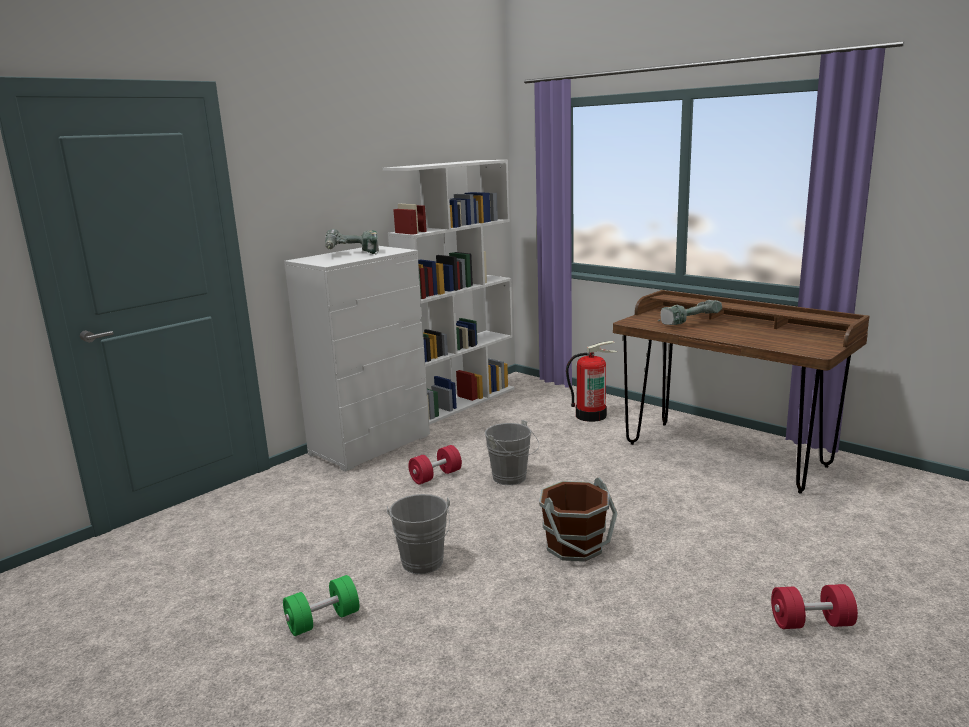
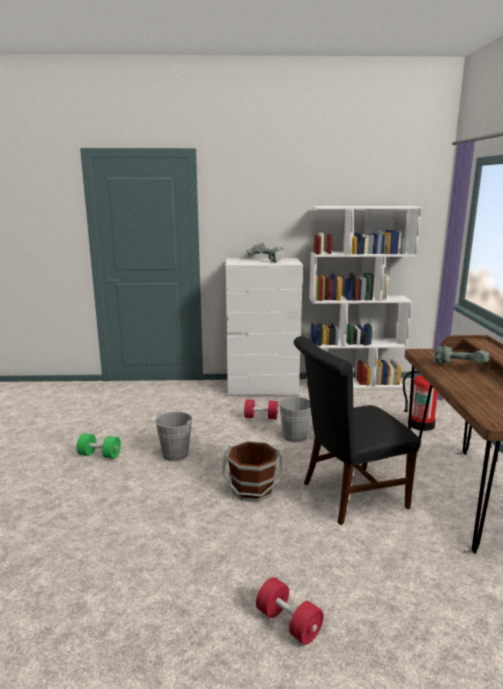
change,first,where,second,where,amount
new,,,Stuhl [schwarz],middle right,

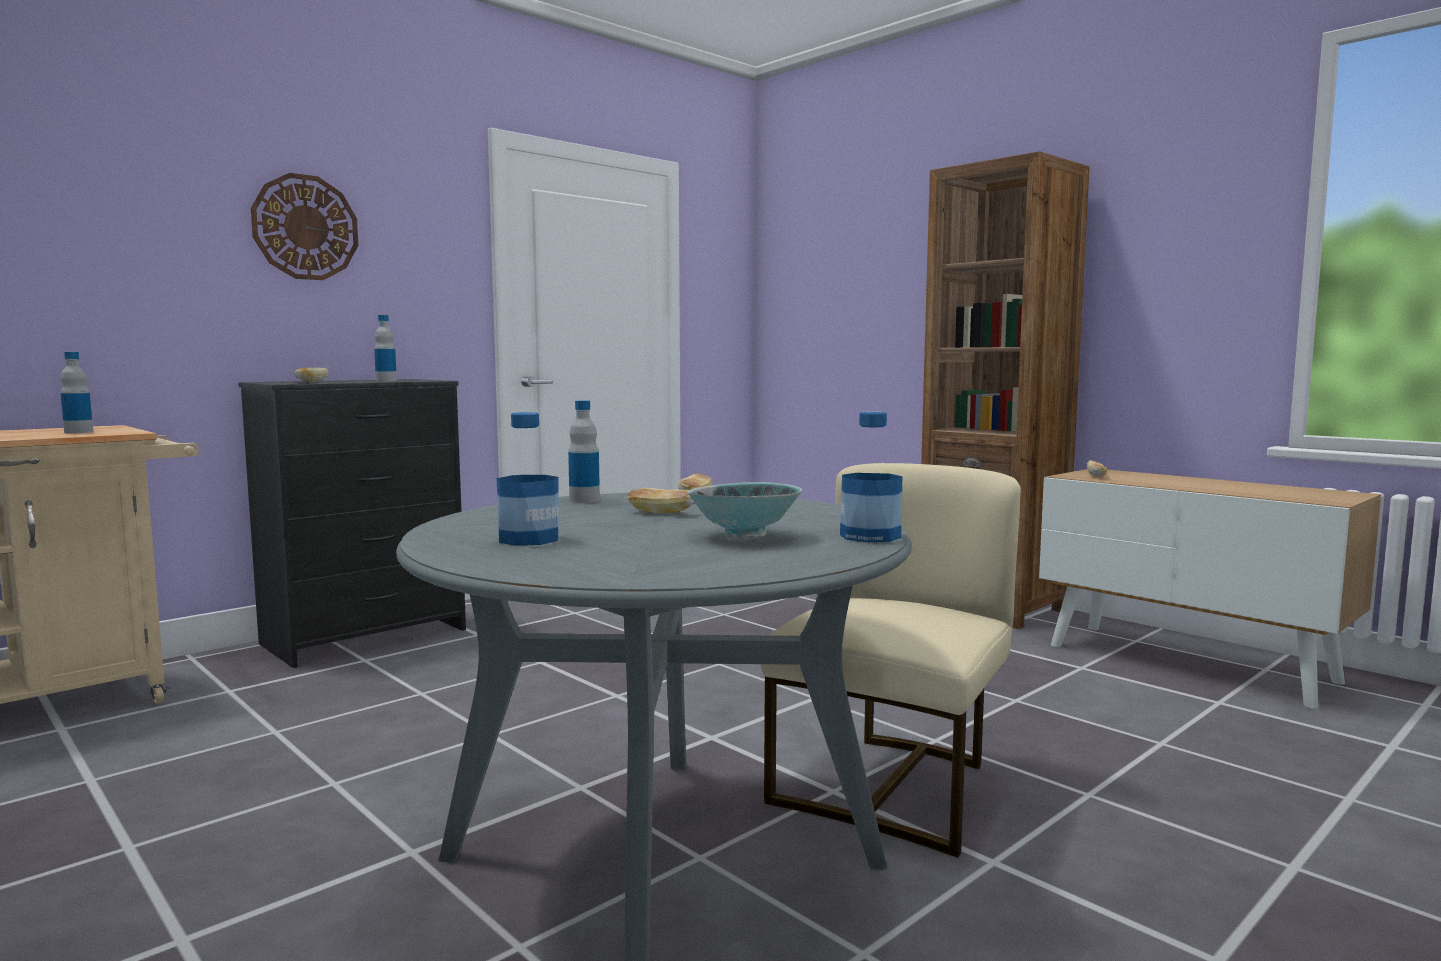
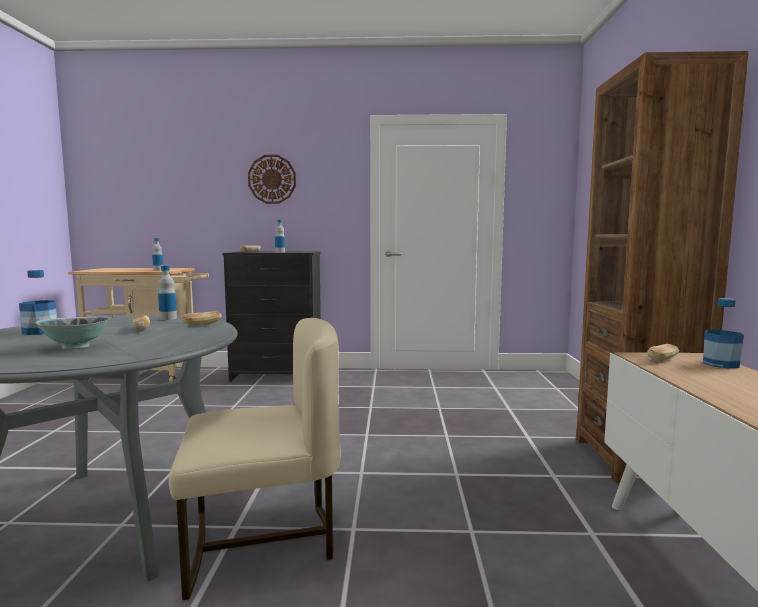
change,first,where,second,where,amount
shifted,Flasche (no. 5 from left),centre,,middle right,

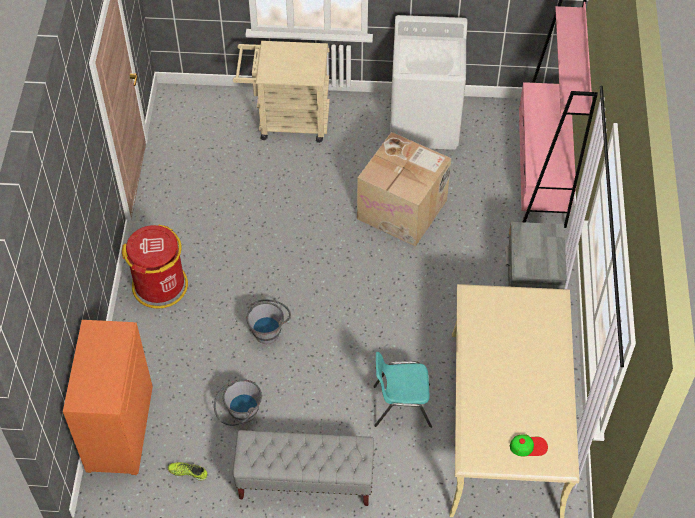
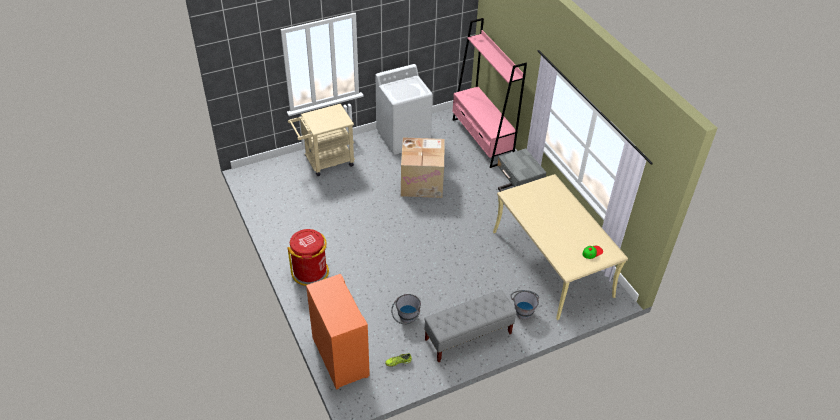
change,first,where,second,where,amount
shifted,Eimer [grau] (no. 2 from left),centre,,bottom centre,
gone,Stuhl [türkis],bottom centre,,,

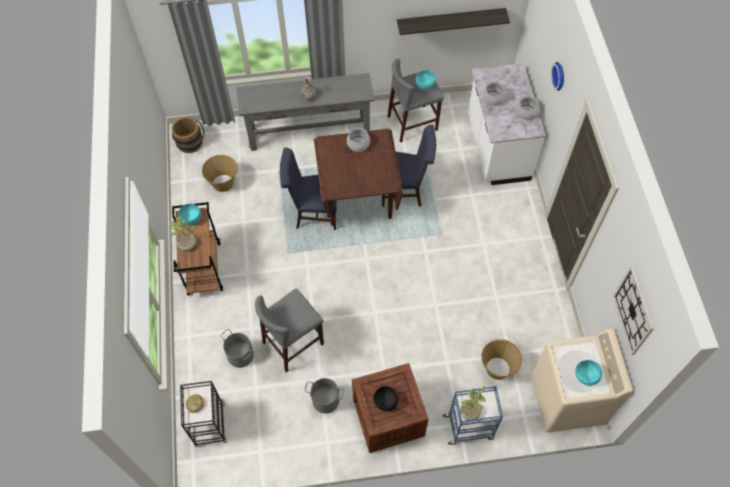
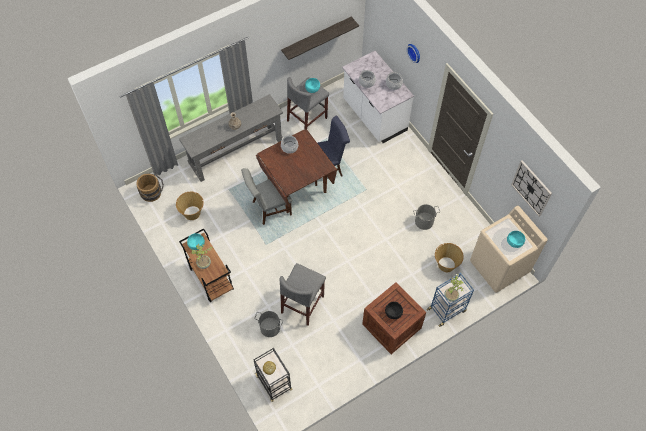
change,first,where,second,where,amount
repainted,Stuhl [blau] (no. 1 from left),centre,Stuhl [grau],centre,
shifted,Eimer [grau] (no. 2 from left),bottom centre,,centre,

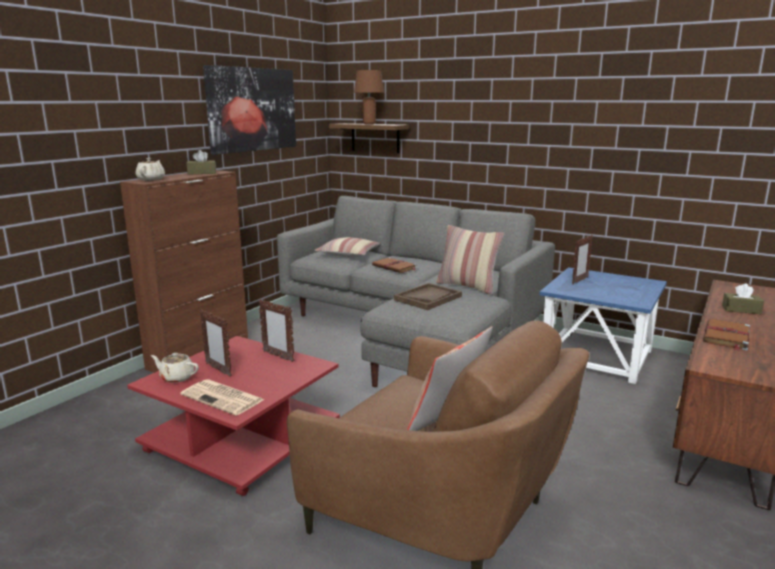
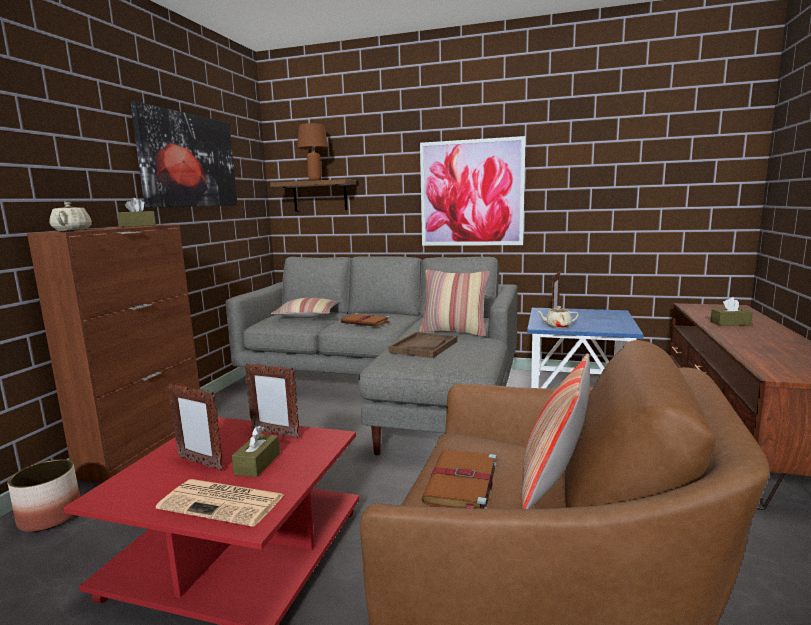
change,first,where,second,where,amount
shifted,Teekanne [beige] (no. 2 from left),middle left,,middle right,
shifted,Buch [braun] (no. 2 from left),middle right,,bottom centre,
new,,,Pflanzkübel,bottom left,
new,,,Taschentuchbox [braun] (no. 2 from left),bottom left,
new,,,Bild (no. 2 from left),top centre,

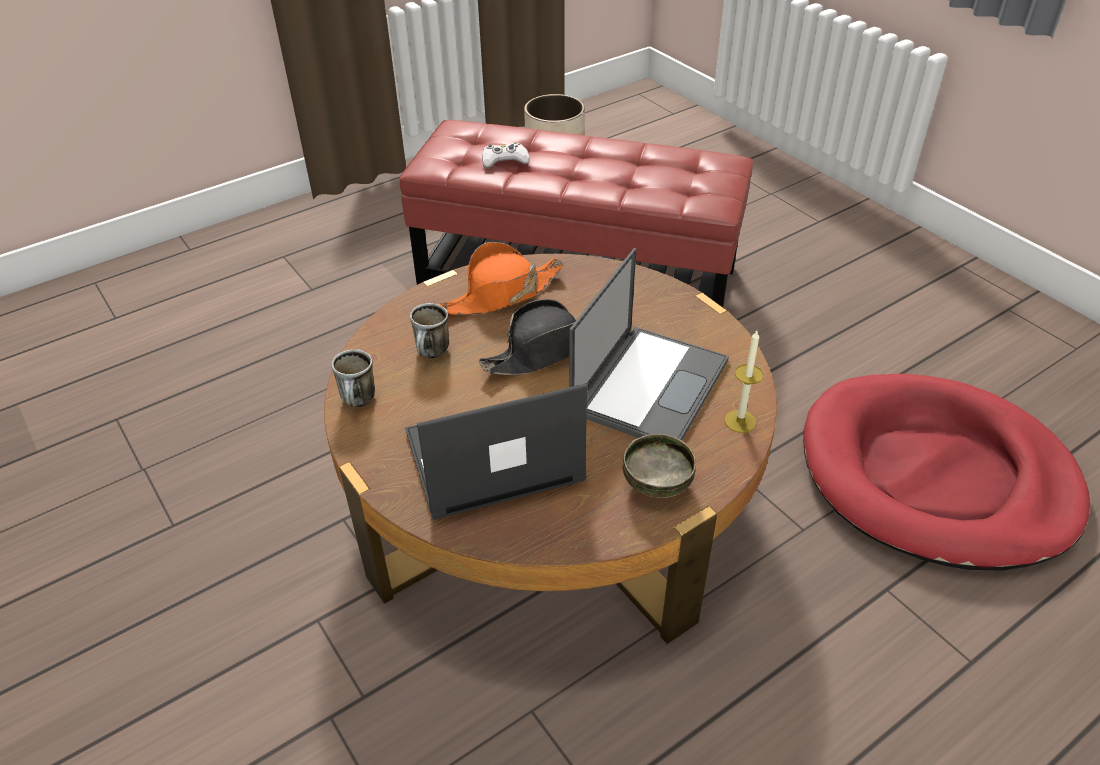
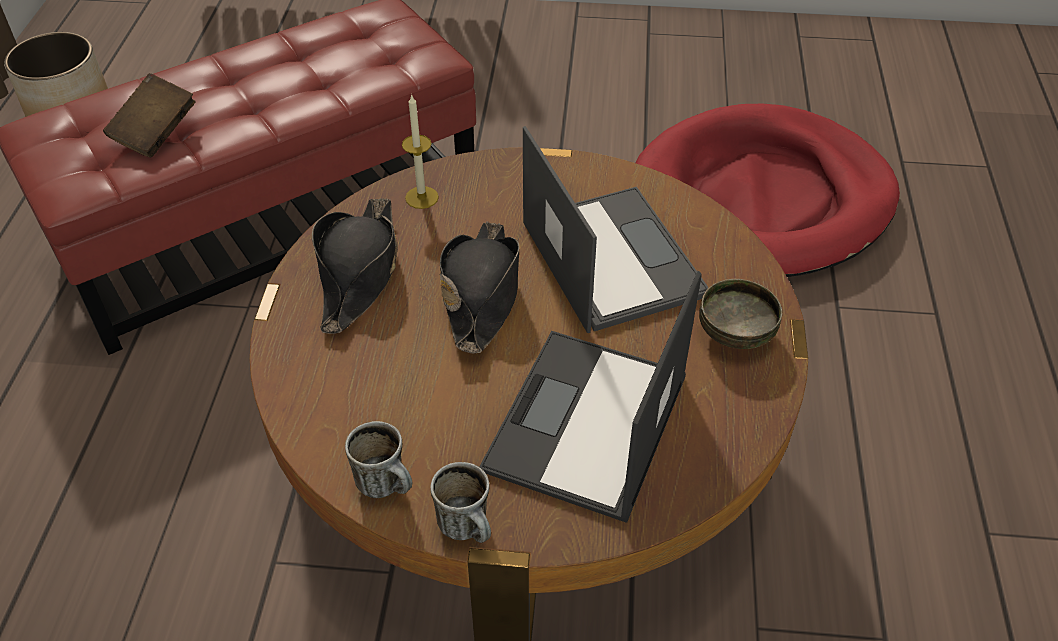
change,first,where,second,where,amount
shifted,Henkelbecher (no. 2 from left),centre,,bottom centre,
repainted,Hut [orange],centre,Hut [schwarz] (no. 1 from left),centre,
swapped,Gamepad [weiß],top centre,Buch [braun],top left,
shifted,Kerze,middle right,,top centre,

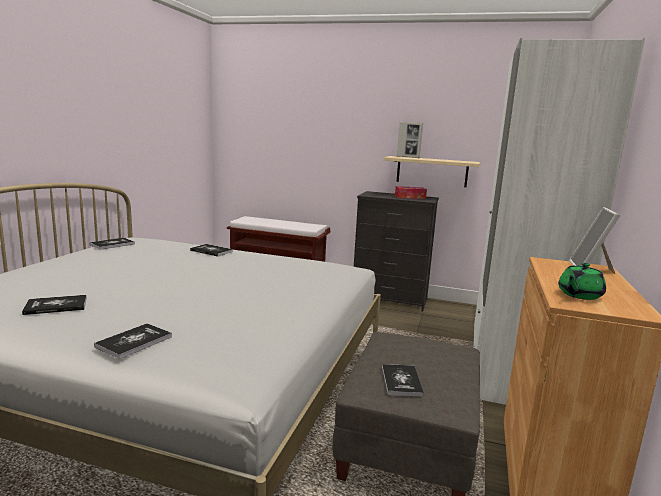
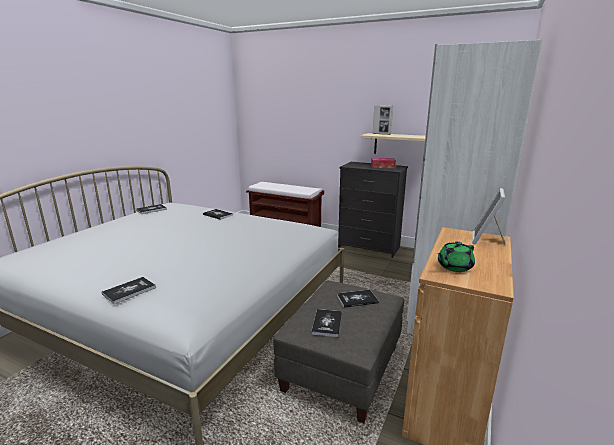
change,first,where,second,where,amount
shifted,Buch (no. 1 from left in the first image),middle left,Buch (no. 5 from left),bottom centre,

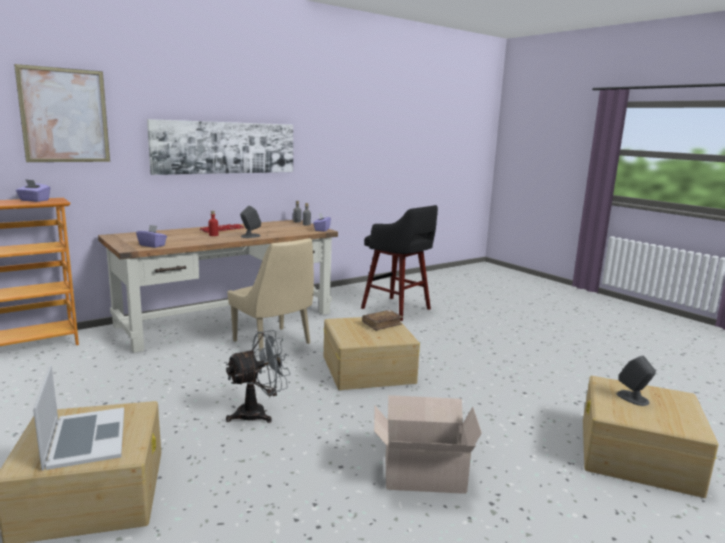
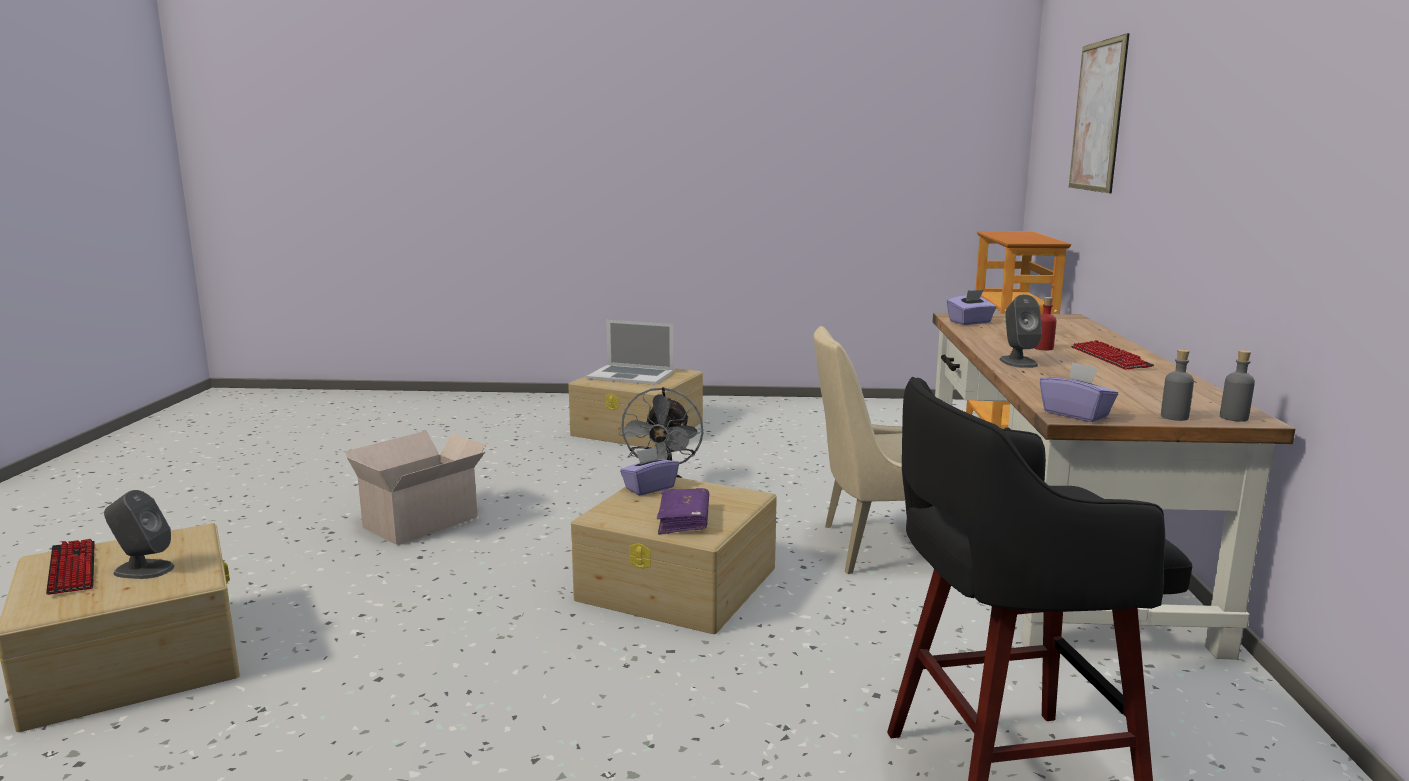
change,first,where,second,where,amount
shifted,Taschentuchbox [lila] (no. 1 from left),middle left,,centre,
gone,Bild (no. 2 from left),top left,,,
repainted,Buch [braun],centre,Buch [lila],centre,
new,,,Tastatur (no. 1 from left),bottom left,

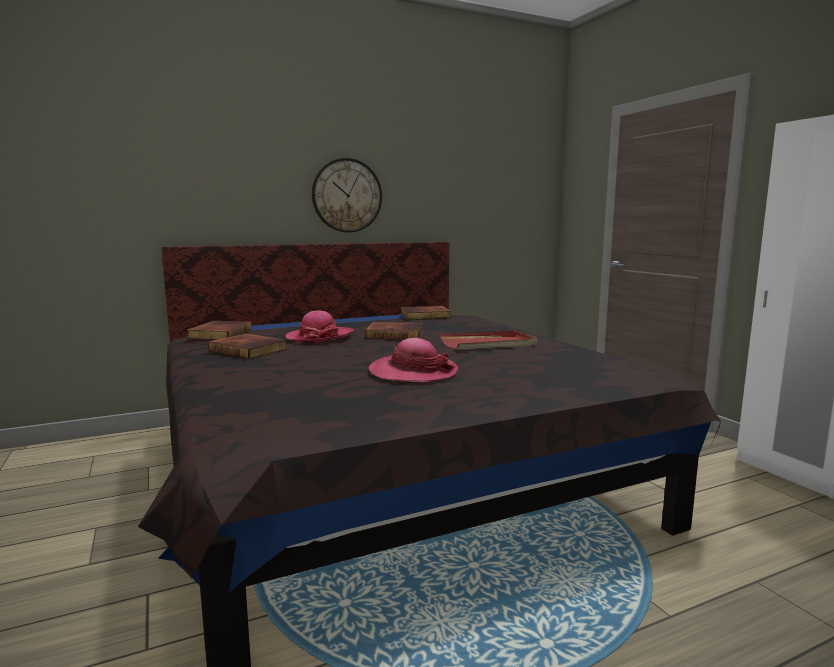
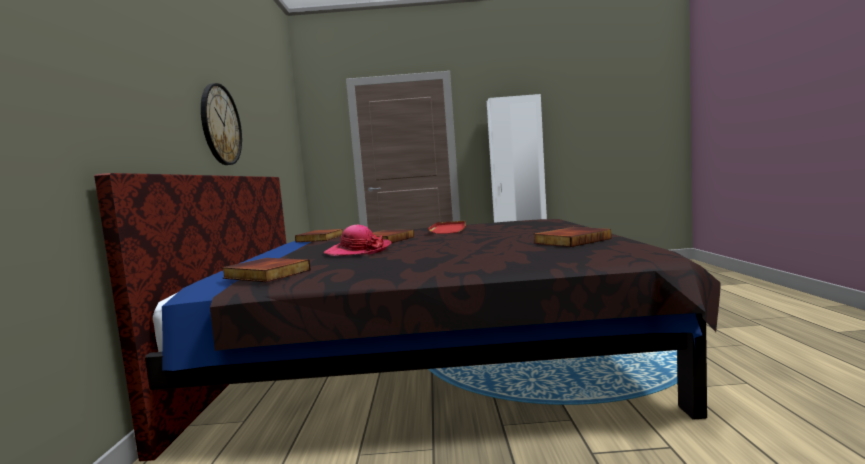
change,first,where,second,where,amount
shifted,Buch (no. 2 from left in the first image),middle left,Buch (no. 4 from left),centre,
gone,Hut (no. 2 from left),centre,,,

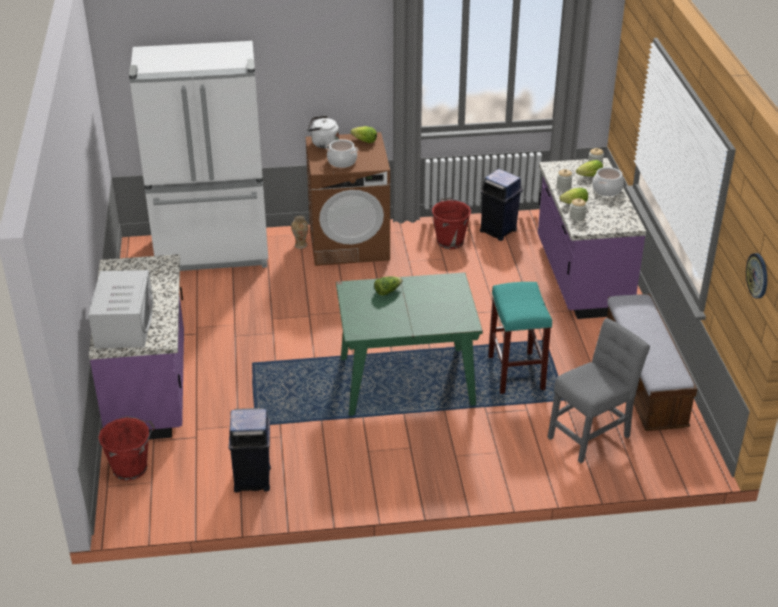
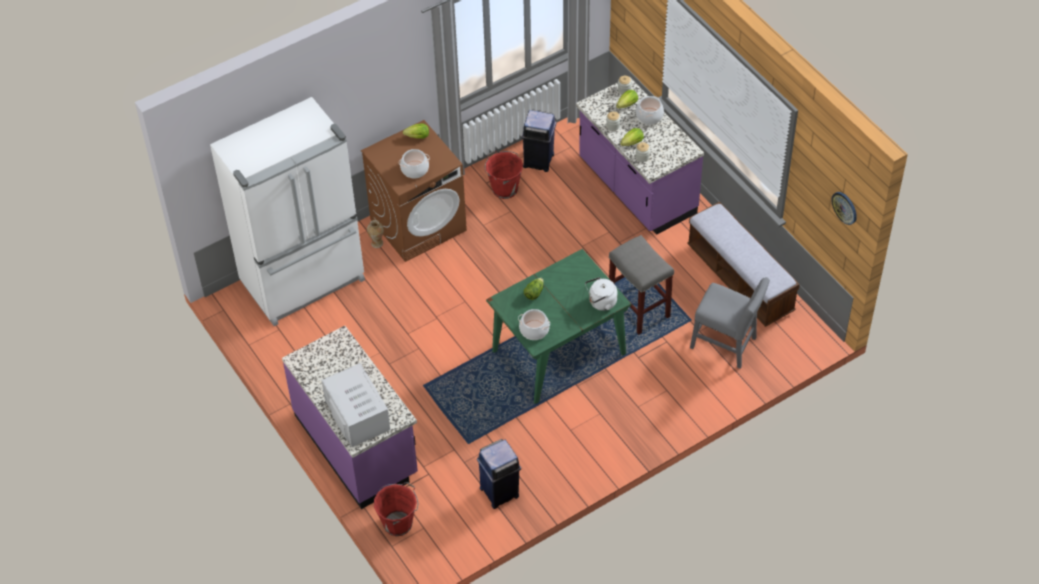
change,first,where,second,where,amount
shifted,Wasserkessel [weiß],top centre,,centre,
repainted,Hocker [türkis],middle right,Hocker [grau],centre,
rotated,Stuhl [grau],middle right,,middle right,90 degrees clockwise
new,,,Kochtopf (no. 2 from left),centre,

